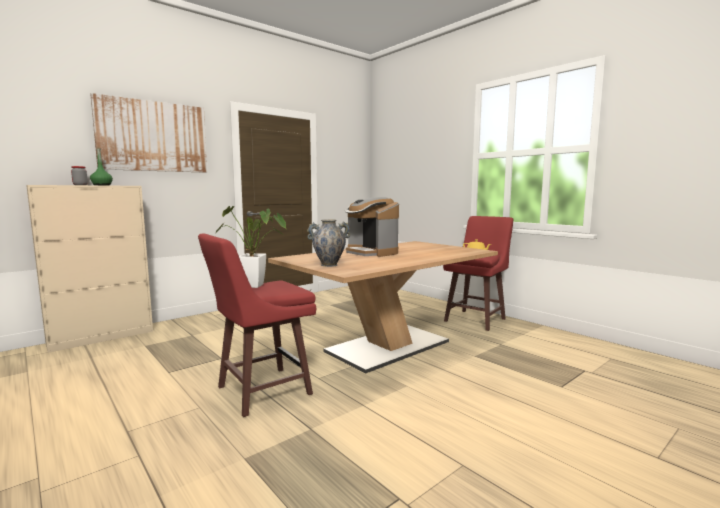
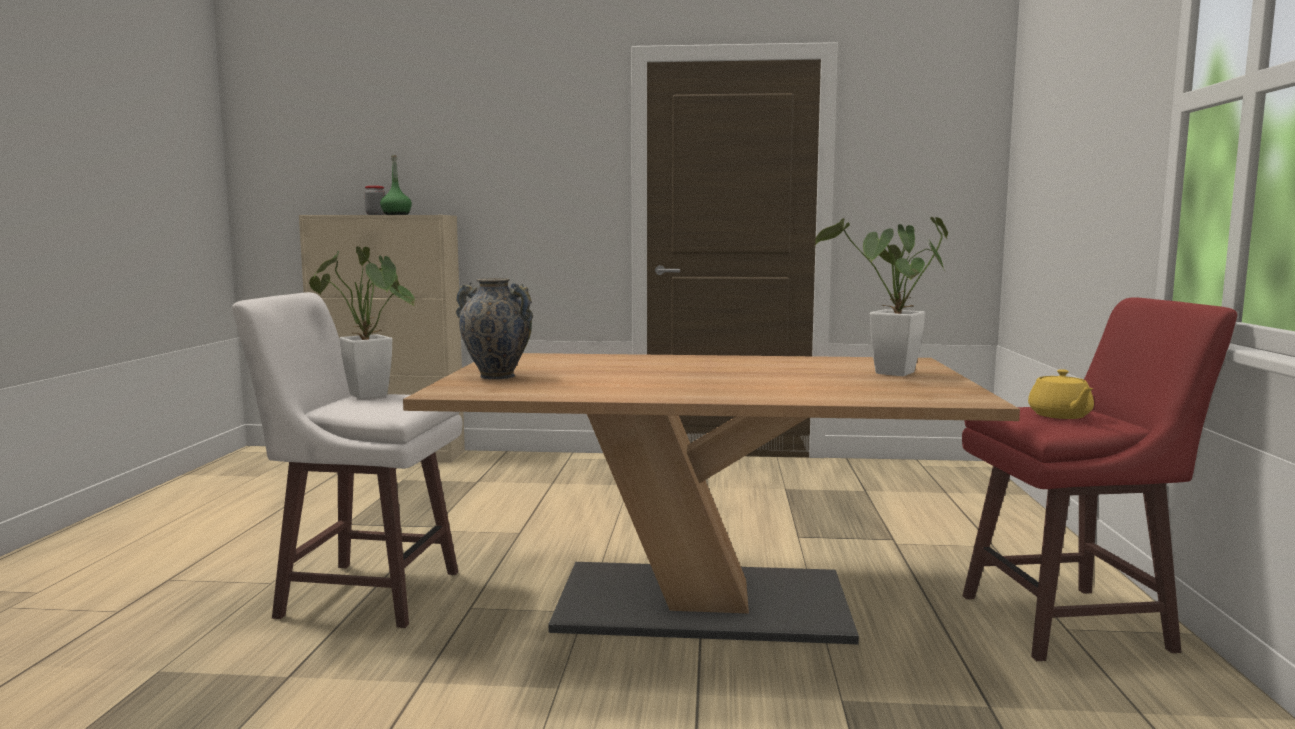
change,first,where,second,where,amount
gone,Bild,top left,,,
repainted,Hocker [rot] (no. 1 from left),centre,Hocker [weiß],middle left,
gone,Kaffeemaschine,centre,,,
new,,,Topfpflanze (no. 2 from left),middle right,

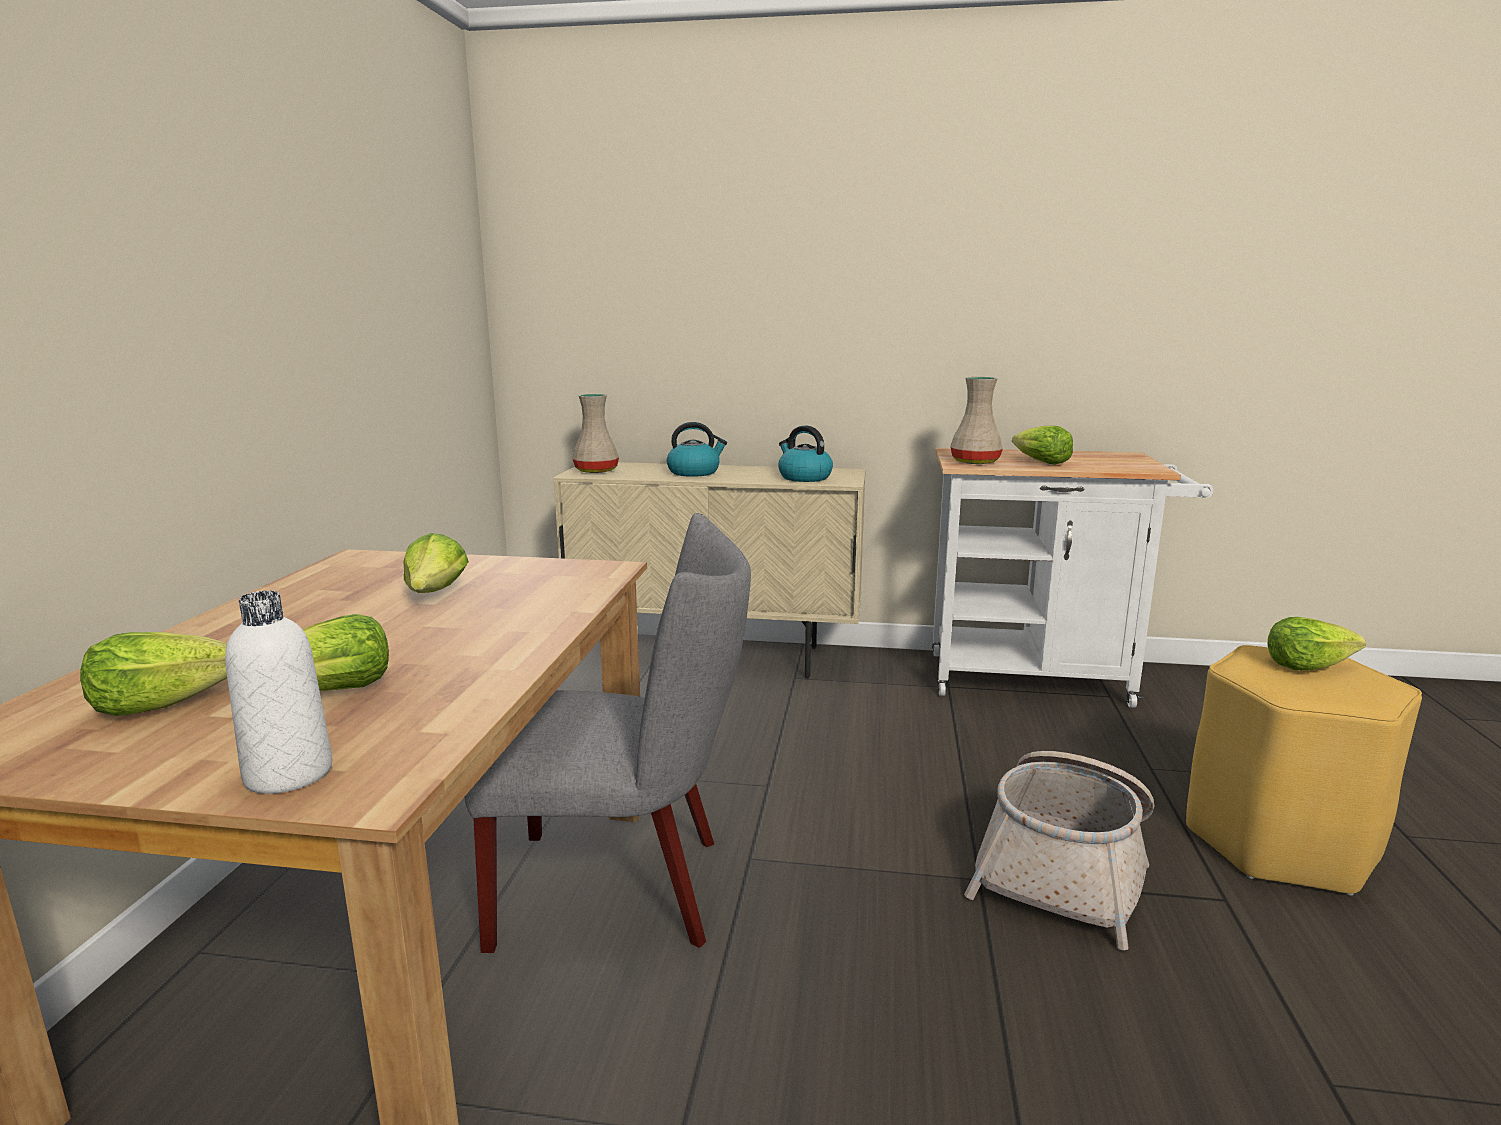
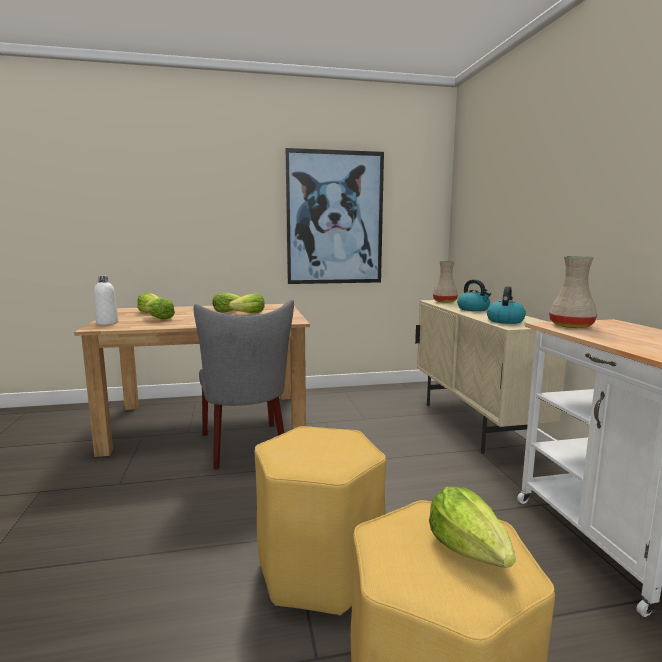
change,first,where,second,where,amount
swapped,Korb,bottom right,Hocker [gelb] (no. 1 from left),bottom centre,
shifted,Salatkopf (no. 4 from left in the first image),middle right,Salatkopf (no. 3 from left),centre,
new,,,Bild,top centre,

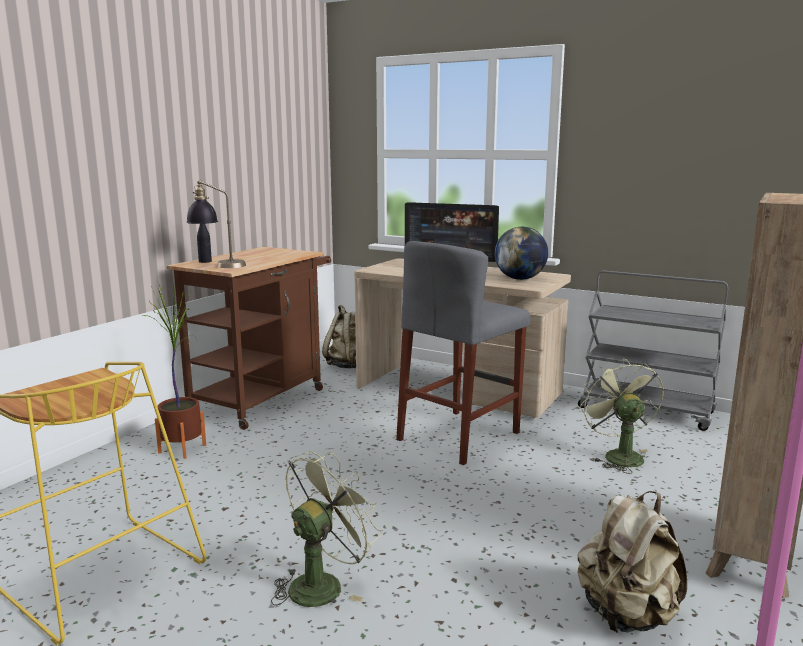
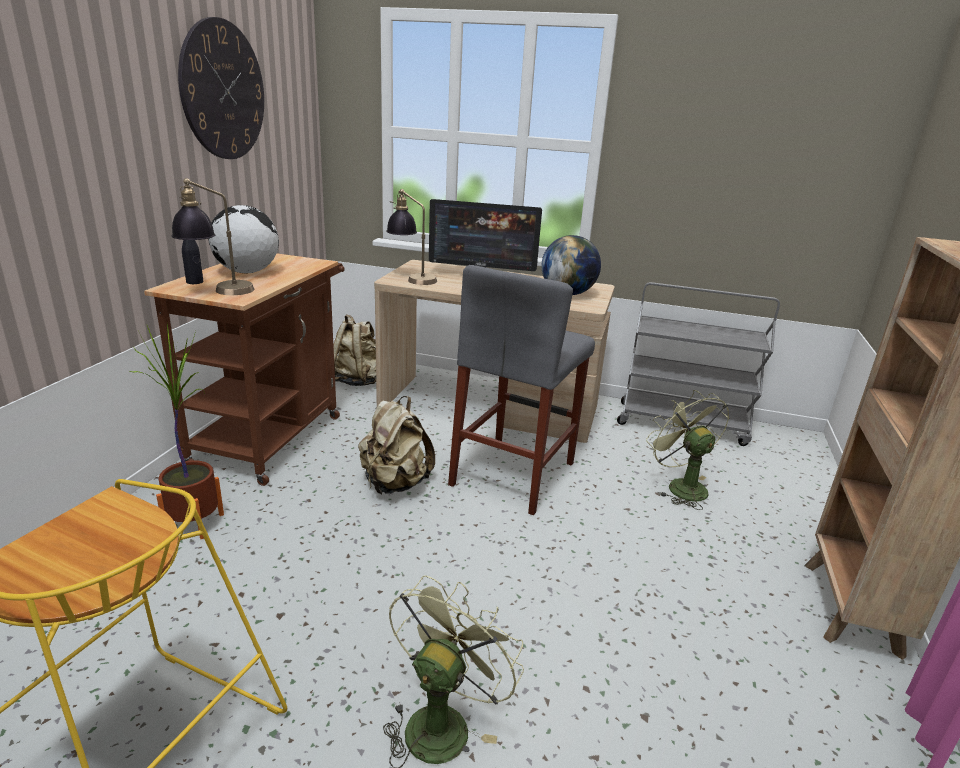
change,first,where,second,where,amount
shifted,Rucksack [beige] (no. 2 from left),bottom right,,centre,
new,,,Wanduhr,top left,
new,,,Globus (no. 1 from left),top left,
new,,,Tischlampe (no. 2 from left),top centre,

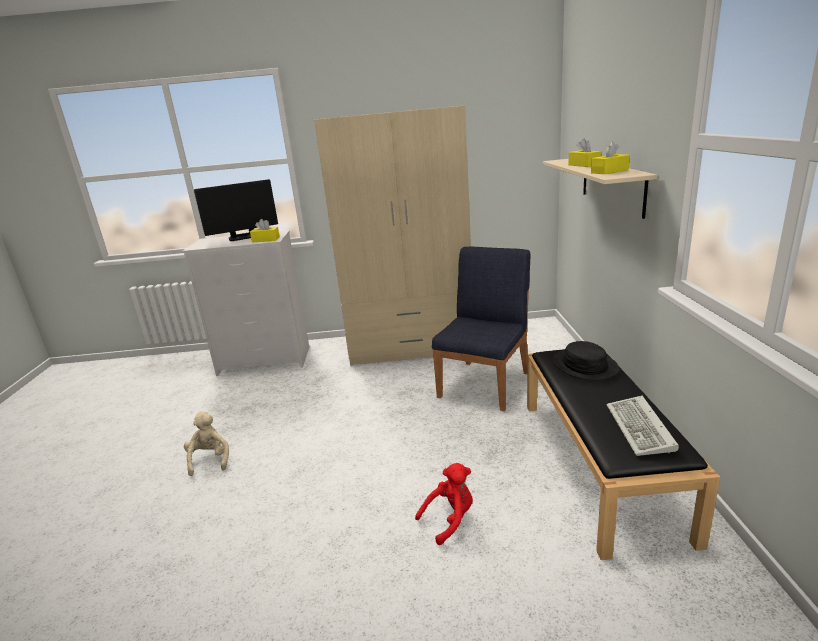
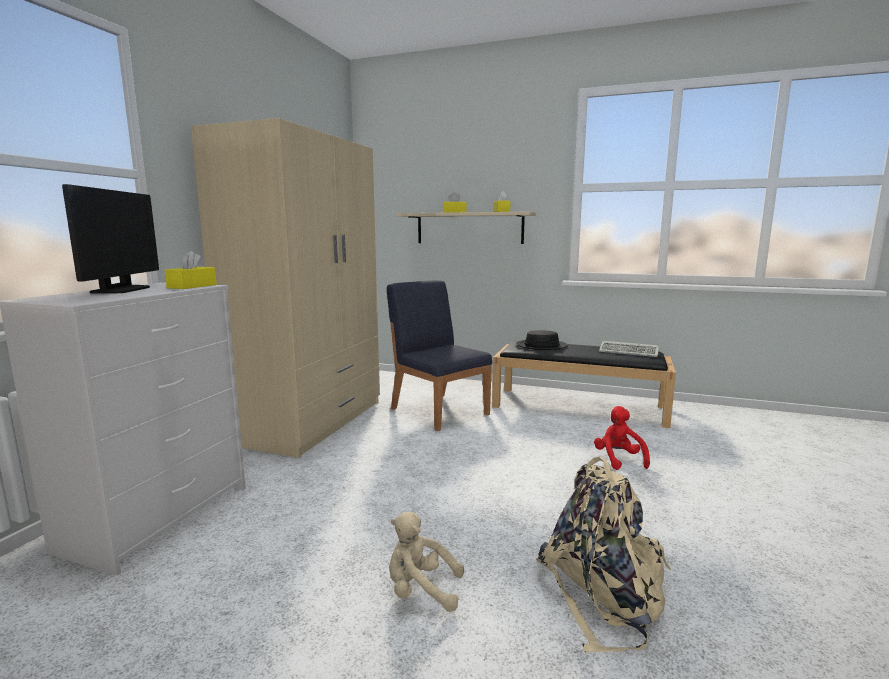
change,first,where,second,where,amount
new,,,Rucksack [beige],bottom right,

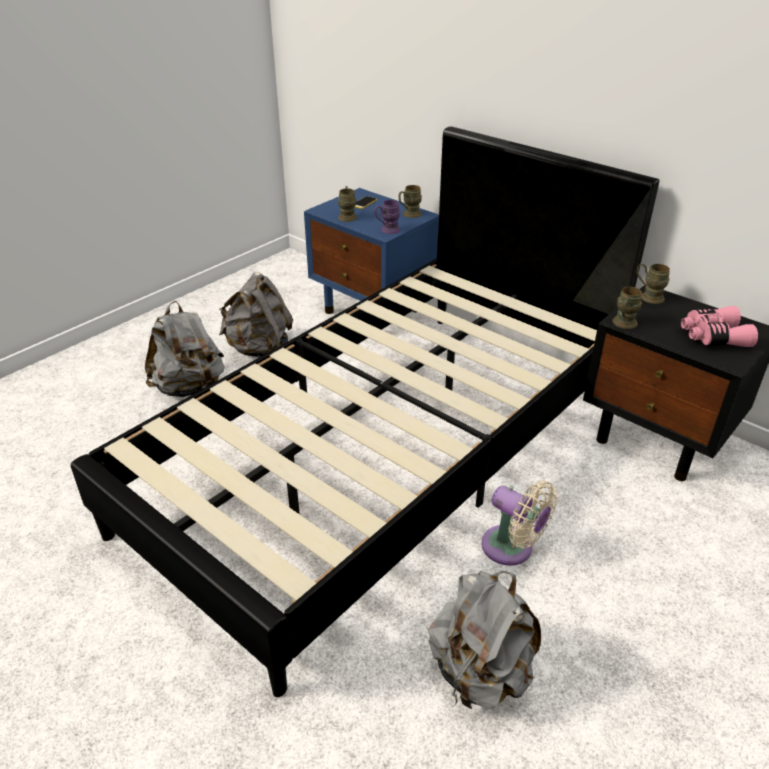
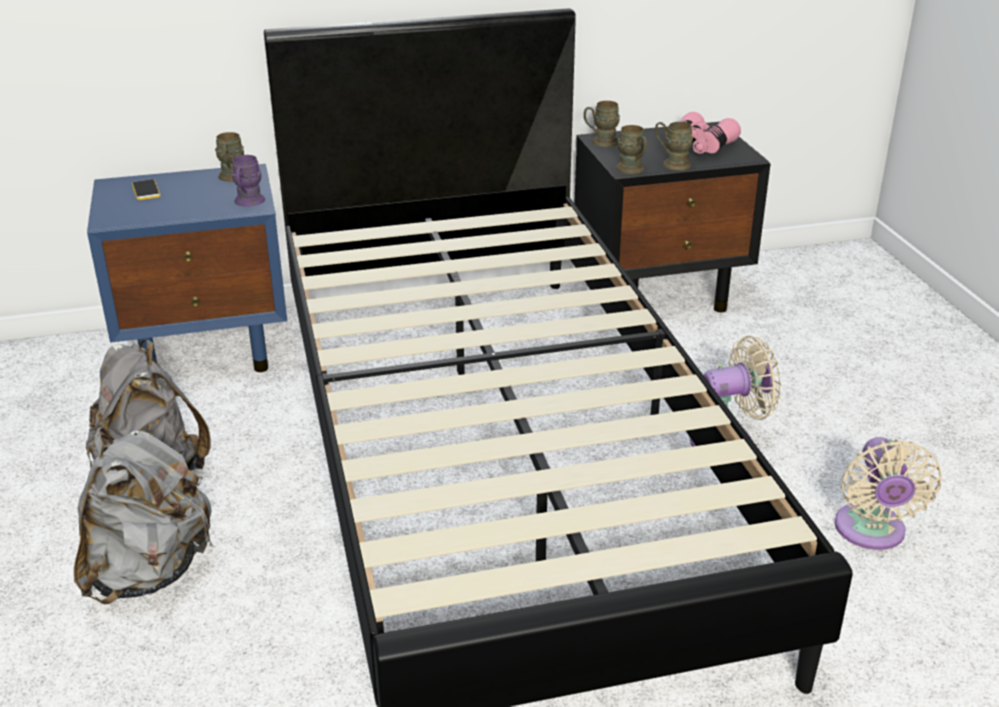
change,first,where,second,where,amount
shifted,Henkelbecher [braun] (no. 1 from left in the first image),top centre,Henkelbecher [braun] (no. 4 from left),top right,
swapped,Rucksack [grau] (no. 3 from left),bottom centre,Ventilator [beige] (no. 2 from left),bottom right,

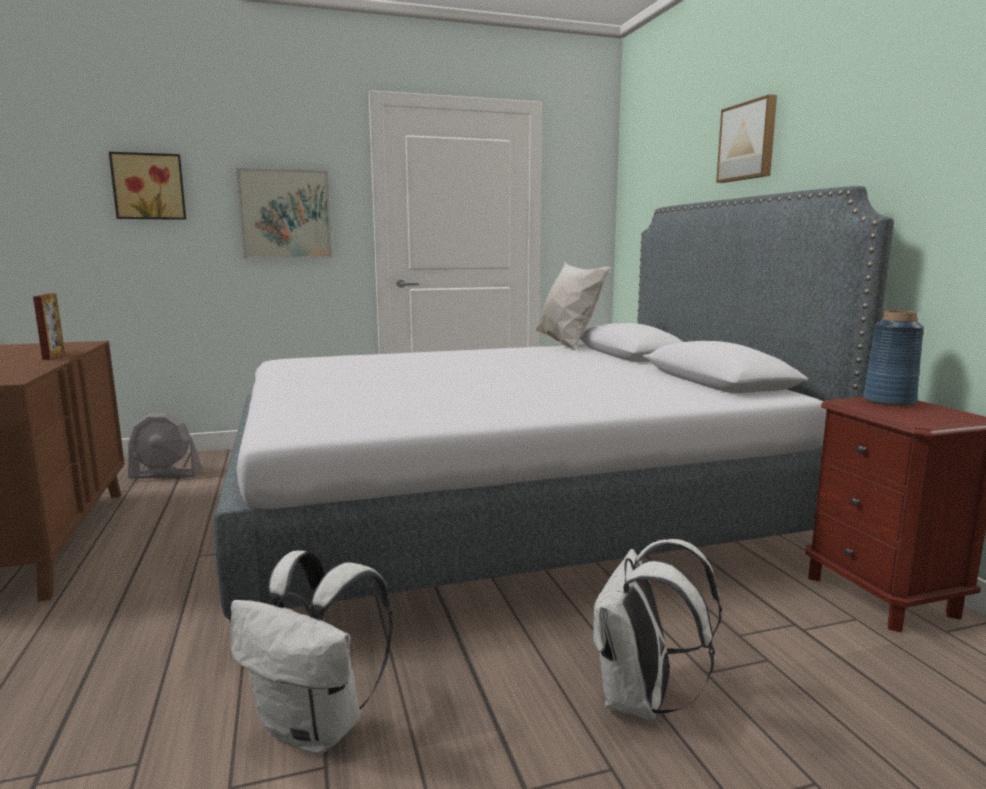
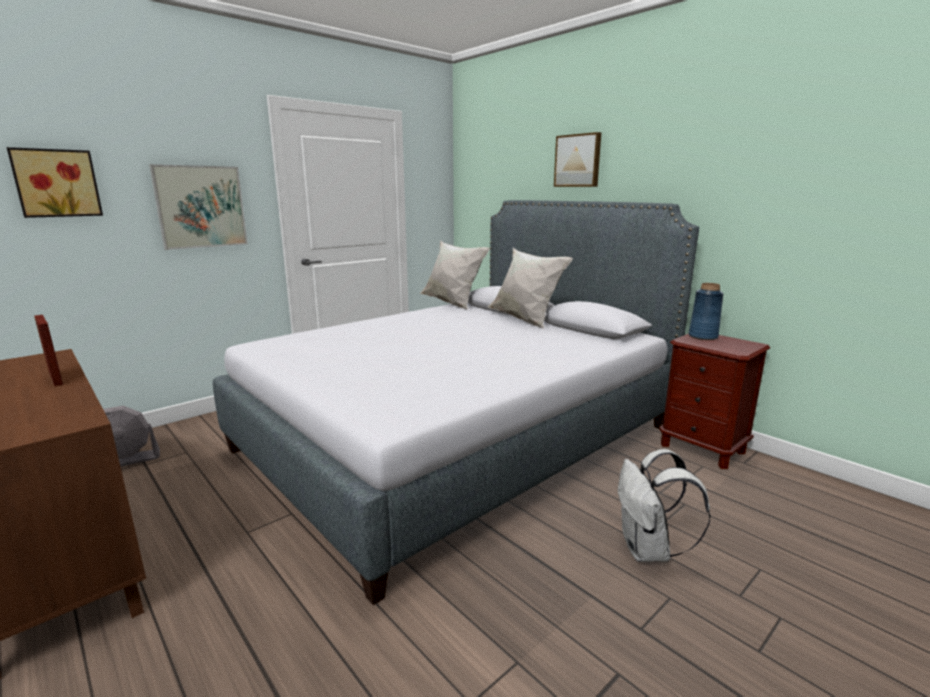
change,first,where,second,where,amount
gone,Rucksack [weiß] (no. 1 from left),bottom left,,,
new,,,Kissen [weiß] (no. 2 from left),centre,

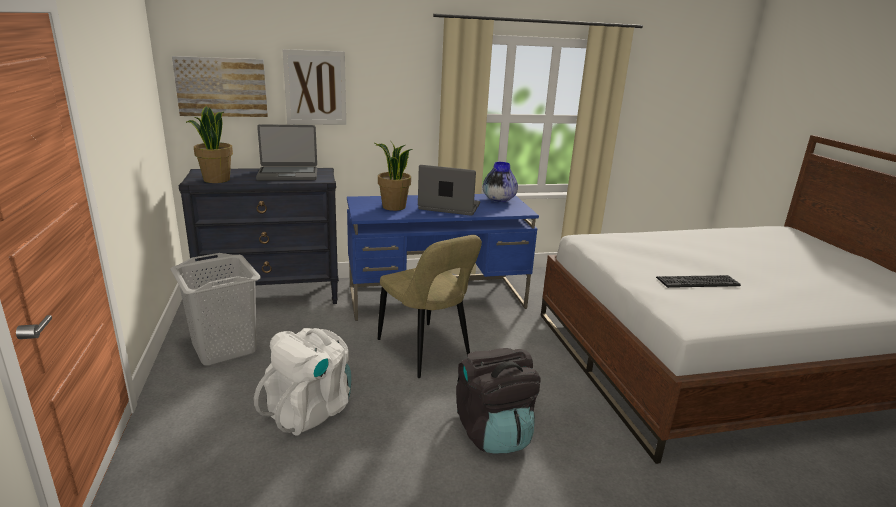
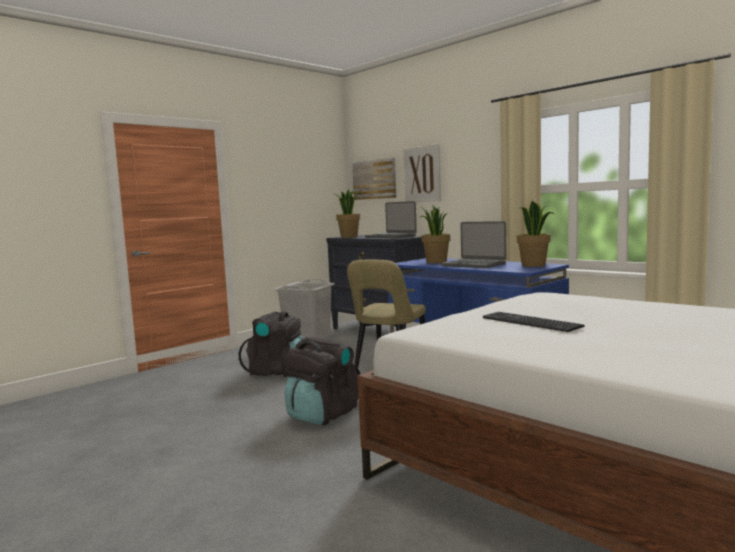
change,first,where,second,where,amount
repainted,Rucksack [weiß],bottom centre,Rucksack [schwarz] (no. 1 from left),centre,
rotated,Laptop (no. 2 from left),centre,,centre,150 degrees clockwise
swapped,Vase,centre,Topfpflanze (no. 3 from left),middle right,

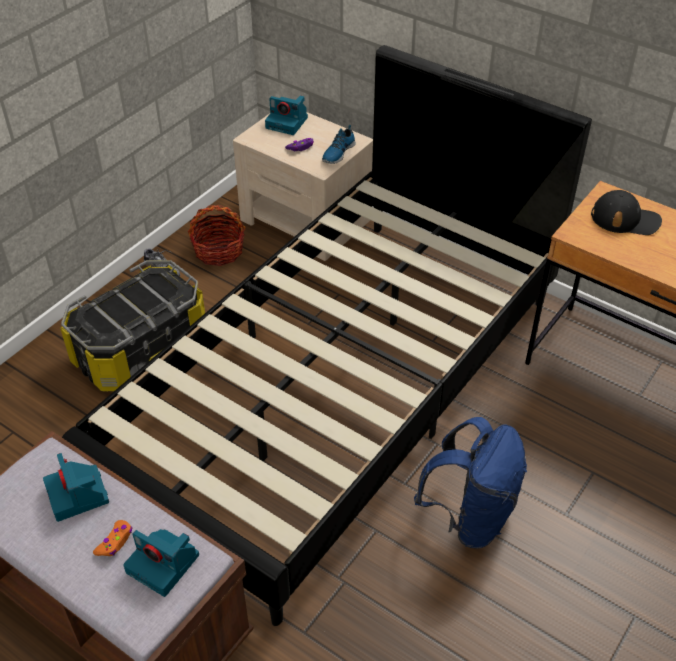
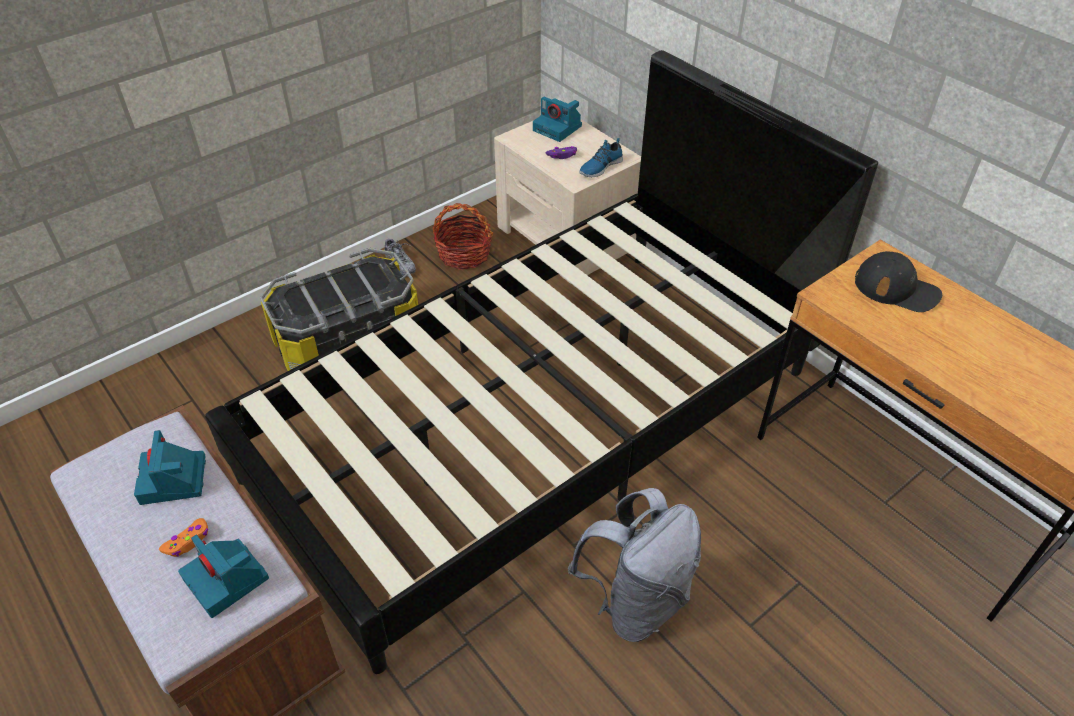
change,first,where,second,where,amount
repainted,Rucksack [blau],bottom right,Rucksack [grau],bottom centre,

